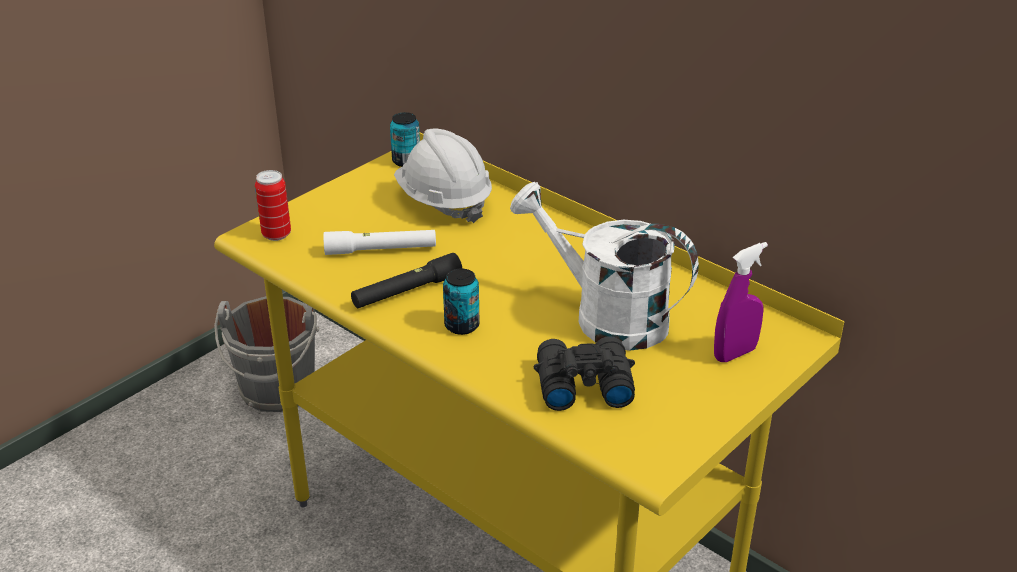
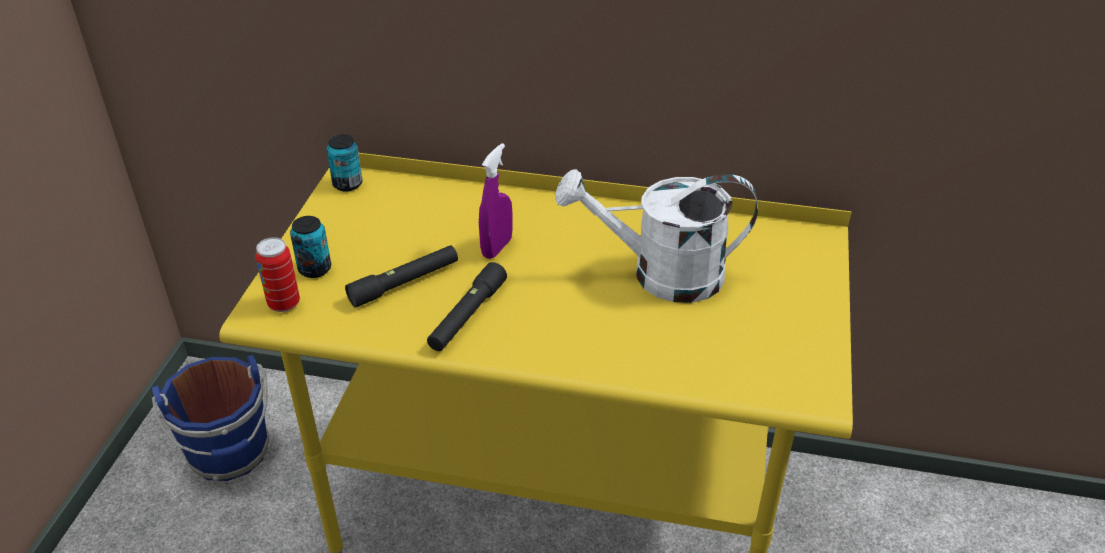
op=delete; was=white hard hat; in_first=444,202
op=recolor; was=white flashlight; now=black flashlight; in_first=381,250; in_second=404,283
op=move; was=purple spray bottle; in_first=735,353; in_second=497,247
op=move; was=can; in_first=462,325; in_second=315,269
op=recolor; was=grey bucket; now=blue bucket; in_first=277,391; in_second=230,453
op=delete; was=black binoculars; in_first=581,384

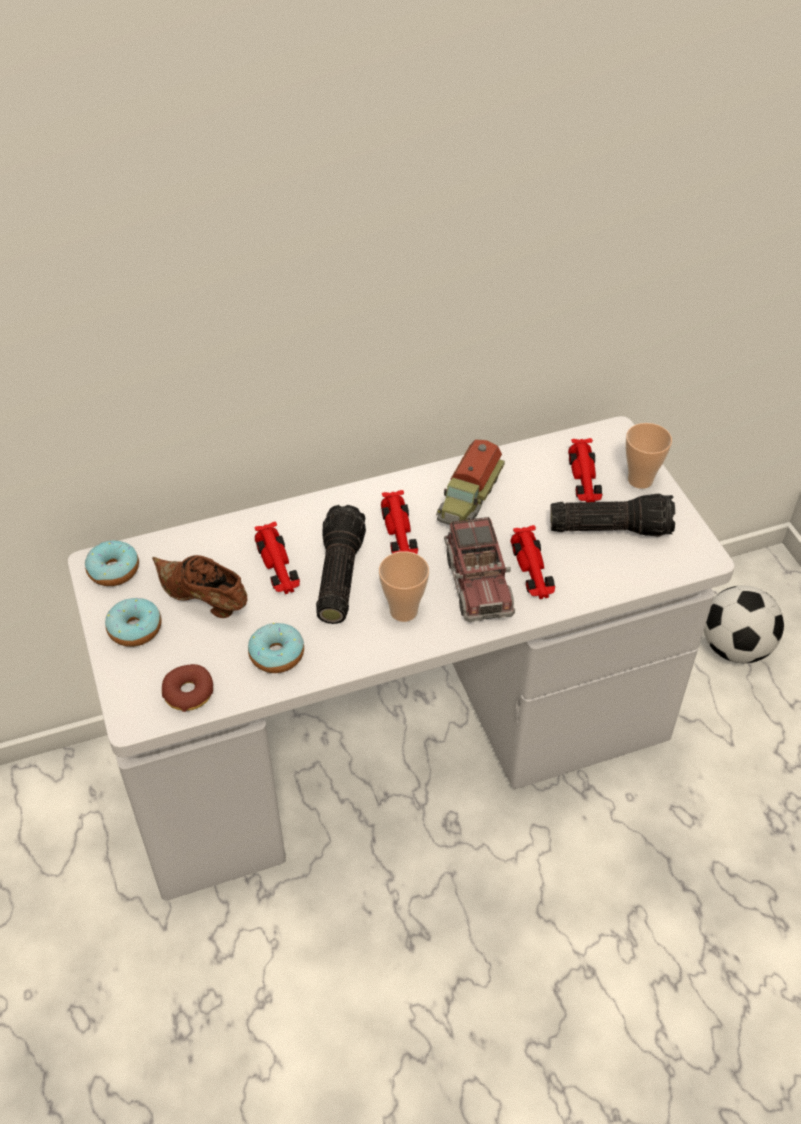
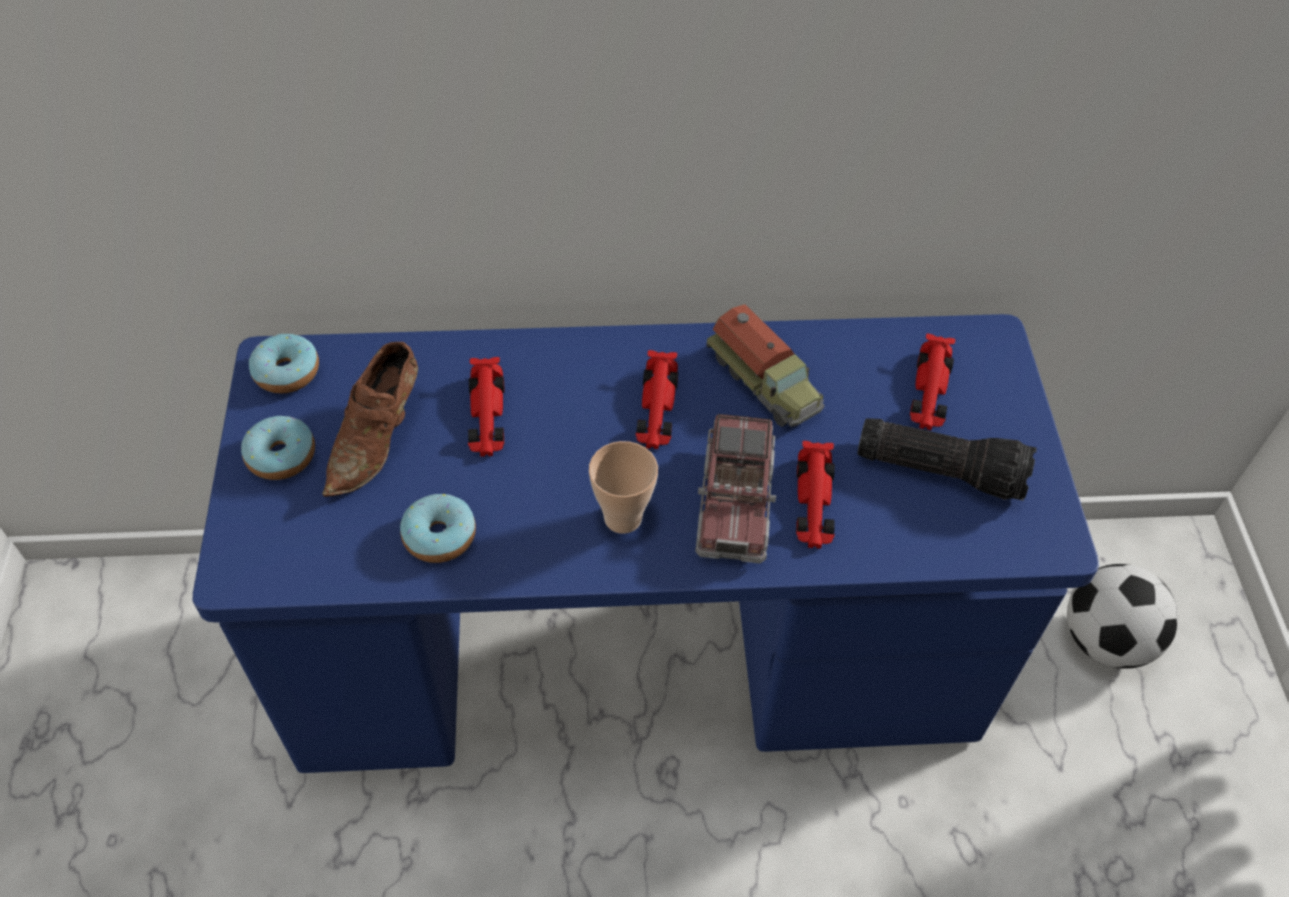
op=recolor; was=white desk; now=blue desk; in_first=399,747; in_second=637,656
op=delete; was=cup; in_first=640,480
op=rotate; was=toy truck; in_first=468,498; in_second=764,382; clockwise=-75
op=delete; was=flashlight; in_first=337,575
op=rotate; was=brown shoe; in_first=203,600; in_second=378,439; clockwise=-120
op=delete; was=donut; in_first=188,693

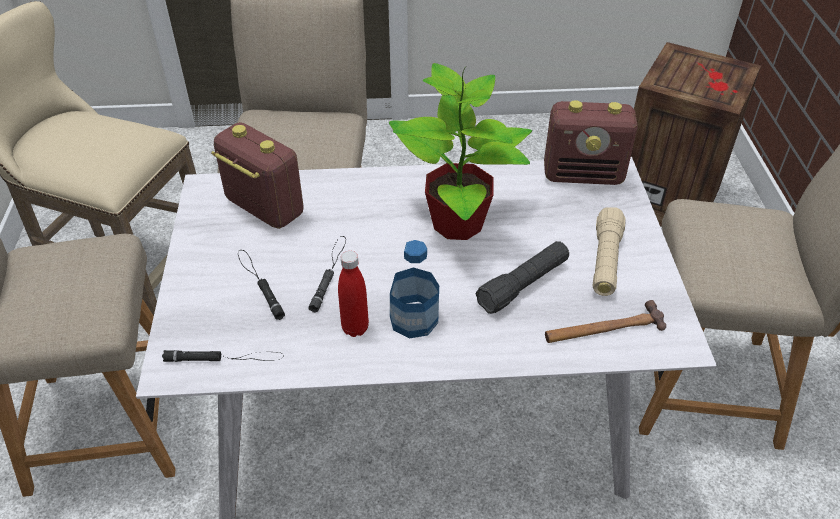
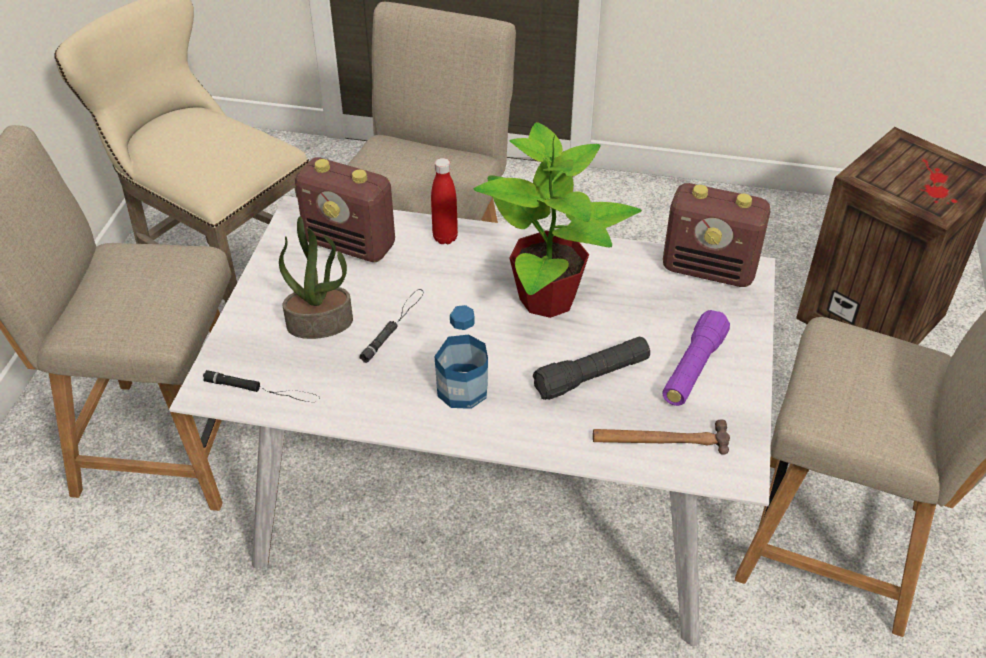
op=rotate; was=radio; in_first=264,207; in_second=351,244; clockwise=150
op=recolor; was=beige flashlight; now=purple flashlight; in_first=605,261; in_second=693,369
op=replace; was=black flashlight; now=potted plant; in_first=259,283; in_second=320,322
op=move; was=red bottle; in_first=355,328; in_second=445,238

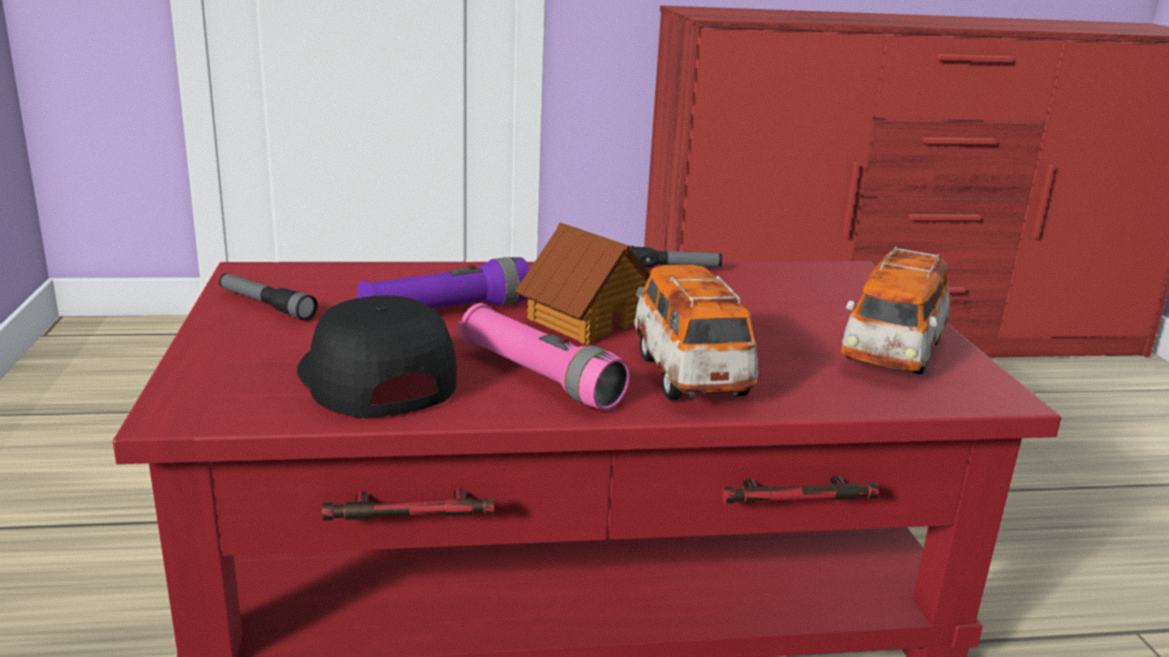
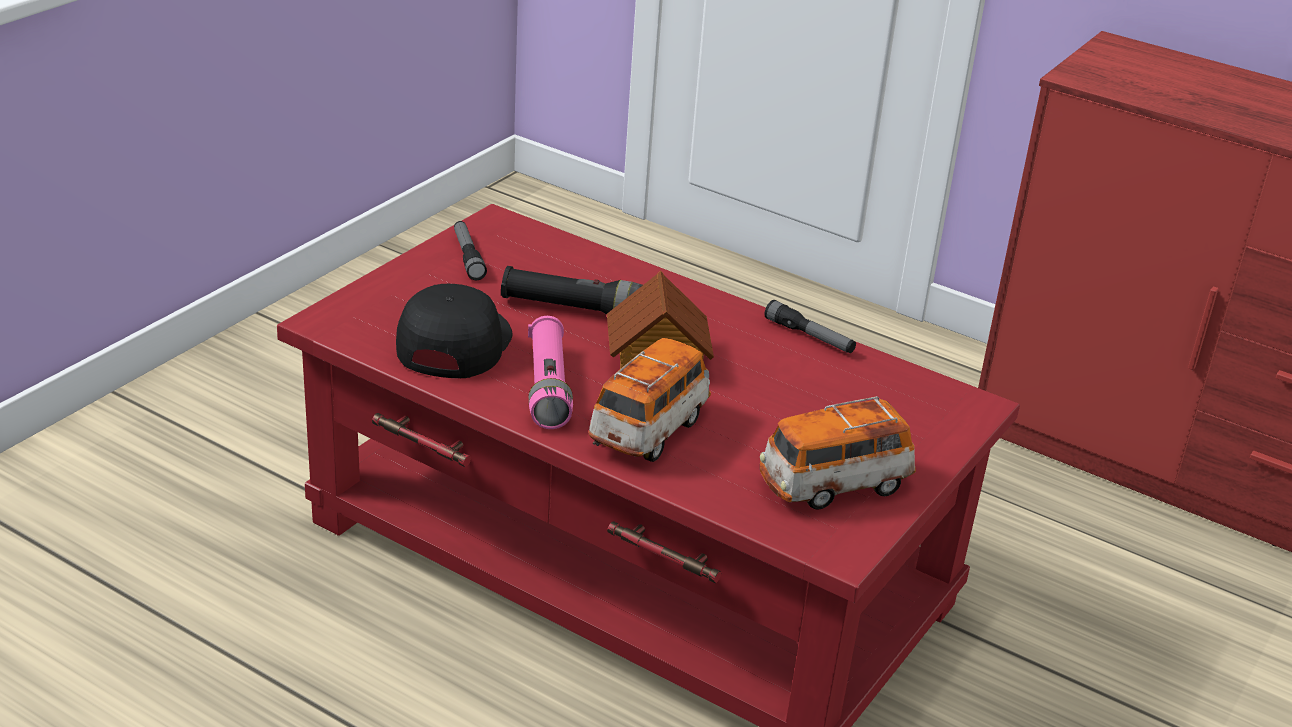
op=recolor; was=purple flashlight; now=black flashlight; in_first=446,311; in_second=572,309

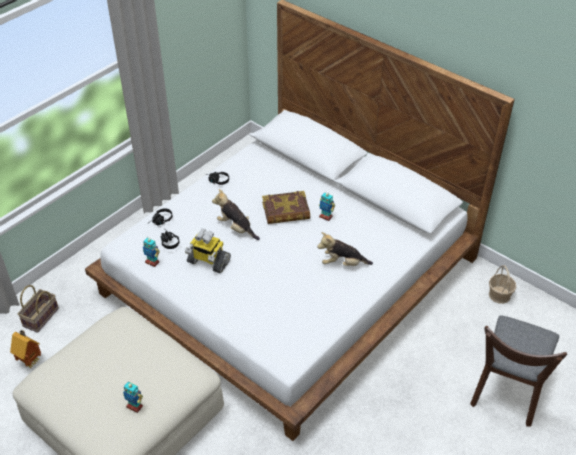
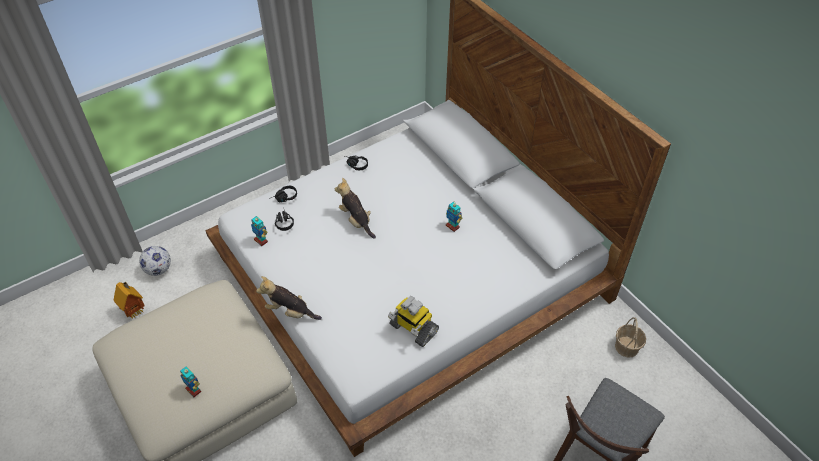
op=delete; was=book; in_first=286,211
op=move; was=toy robot; in_first=208,262; in_second=413,329
op=move; was=plush toy; in_first=342,263; in_second=290,311
op=replace; was=basket; now=football; in_first=41,318; in_second=158,270

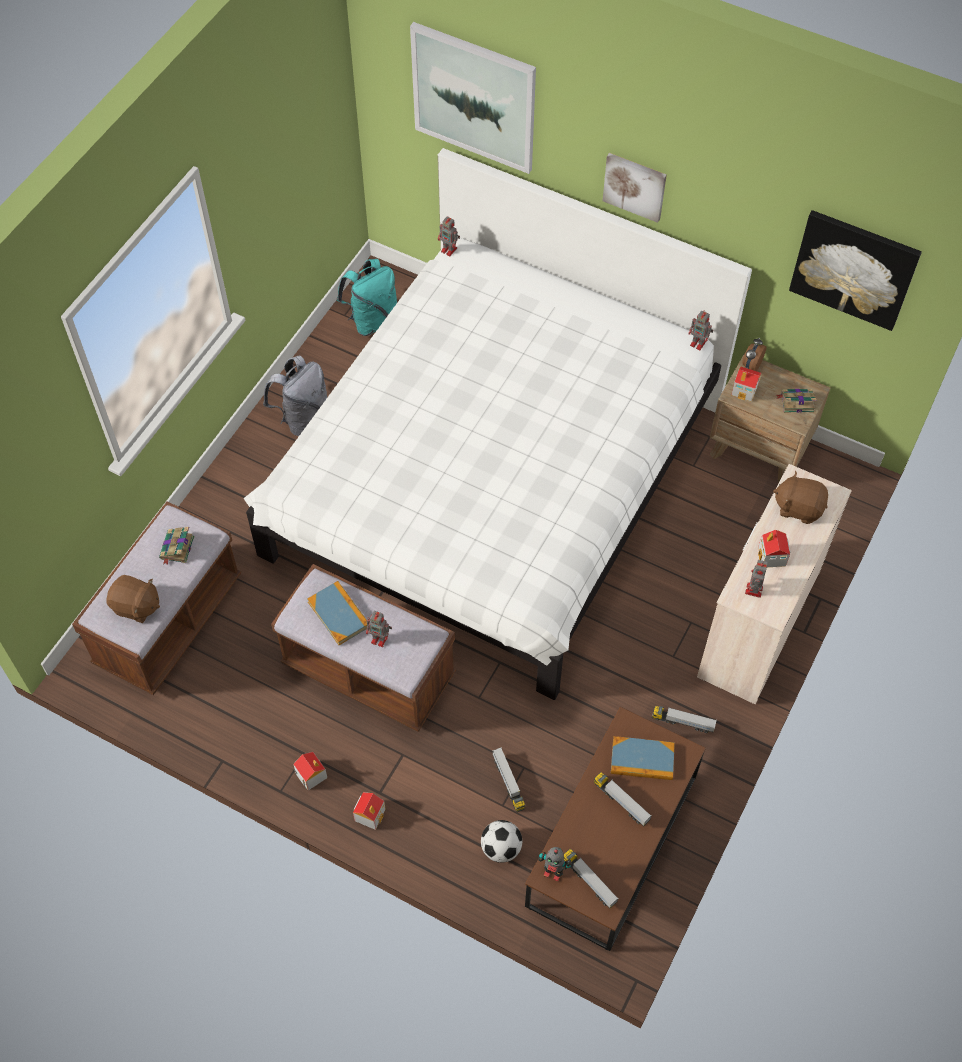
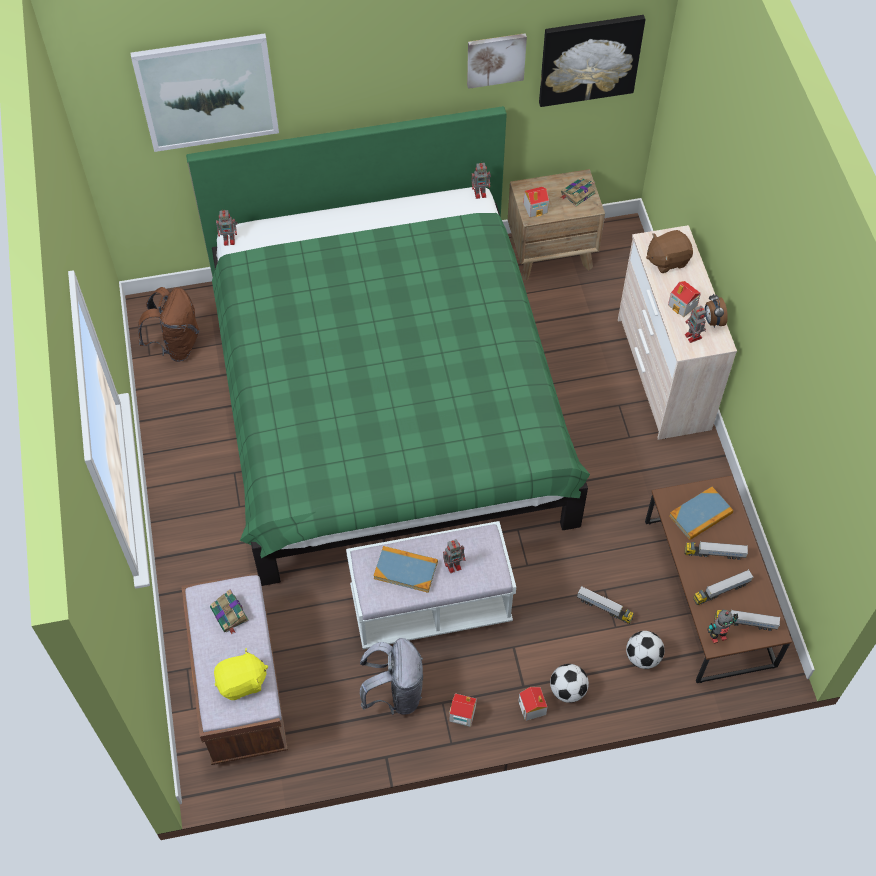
op=recolor; was=white bed; now=green bed; in_first=493,480; in_second=386,402
op=move; was=picture; in_first=635,186; in_second=495,59
op=recolor; was=turquoise backpack; now=brown backpack; in_first=372,320; in_second=176,344
op=move; was=alarm clock; in_first=751,365; in_second=712,321
op=move; was=grey backpack; in_first=303,418; in_second=395,692
op=recolor; was=brown bench; now=white bench; in_first=369,671; in_second=430,606
op=recolor; was=brown plush toy; now=yellow plush toy; in_first=136,606; in_second=242,682
op=move; was=toy truck; in_first=683,722; in_second=721,591
op=insert; now=football; in_second=567,690

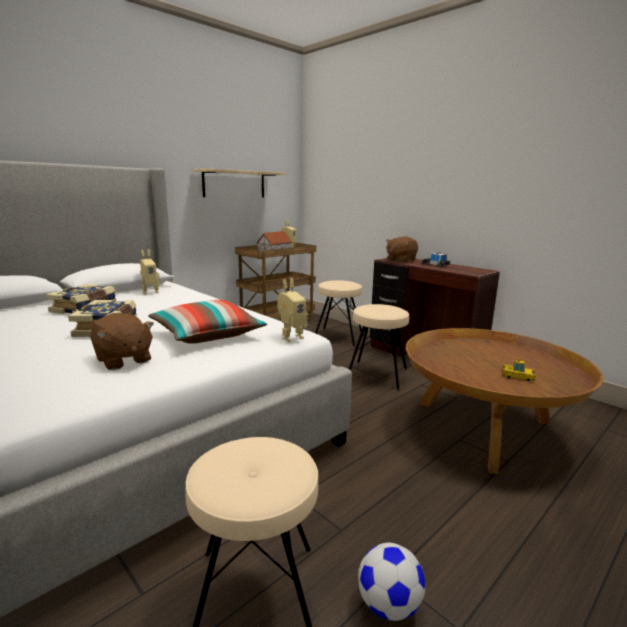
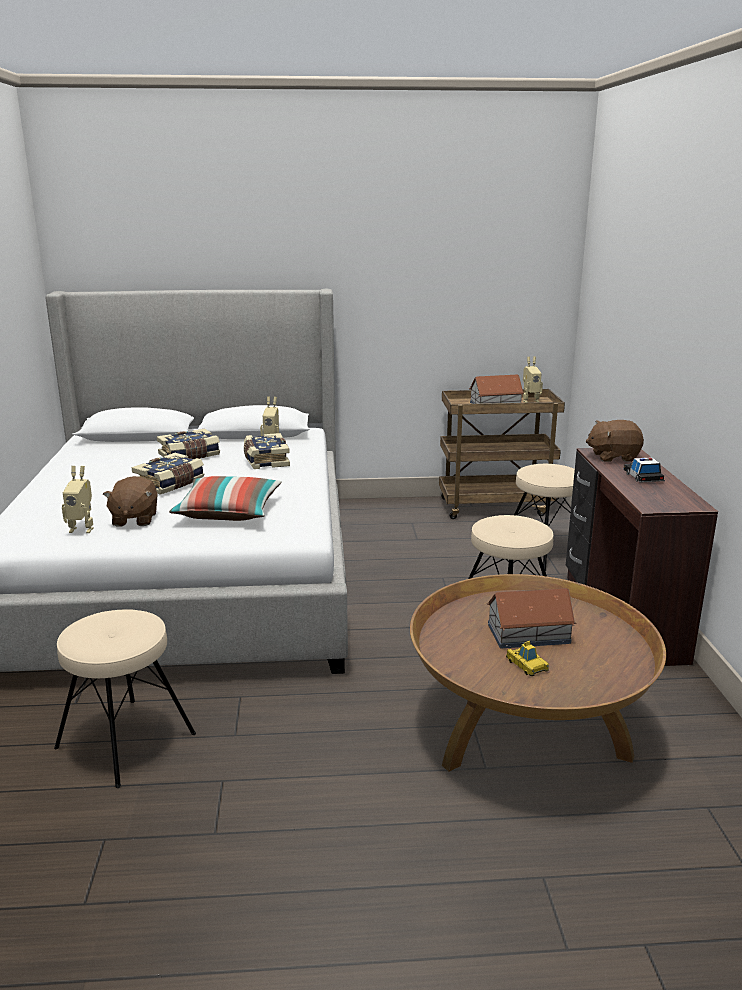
op=delete; was=beige shelf; in_first=234,184
op=move; was=toy robot; in_first=290,337; in_second=82,528
op=delete; was=football; in_first=389,605
op=insert; now=book; in_second=265,461
op=insert; now=toy house; in_second=527,633

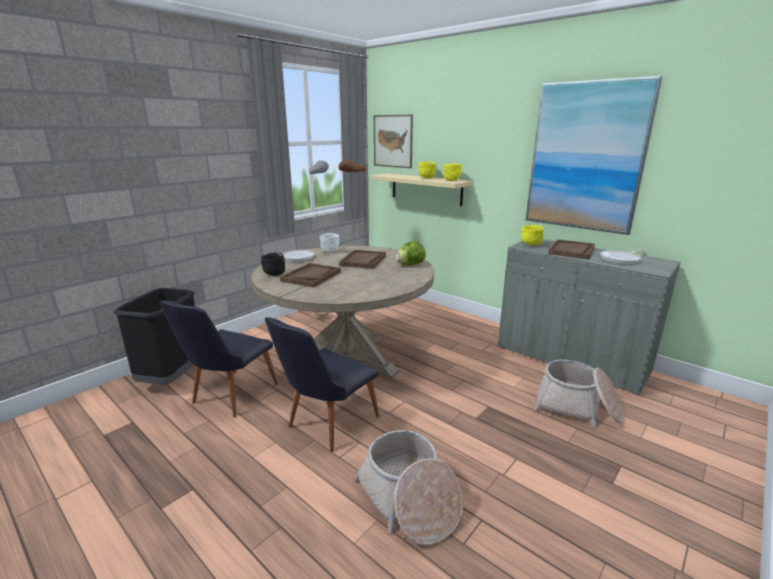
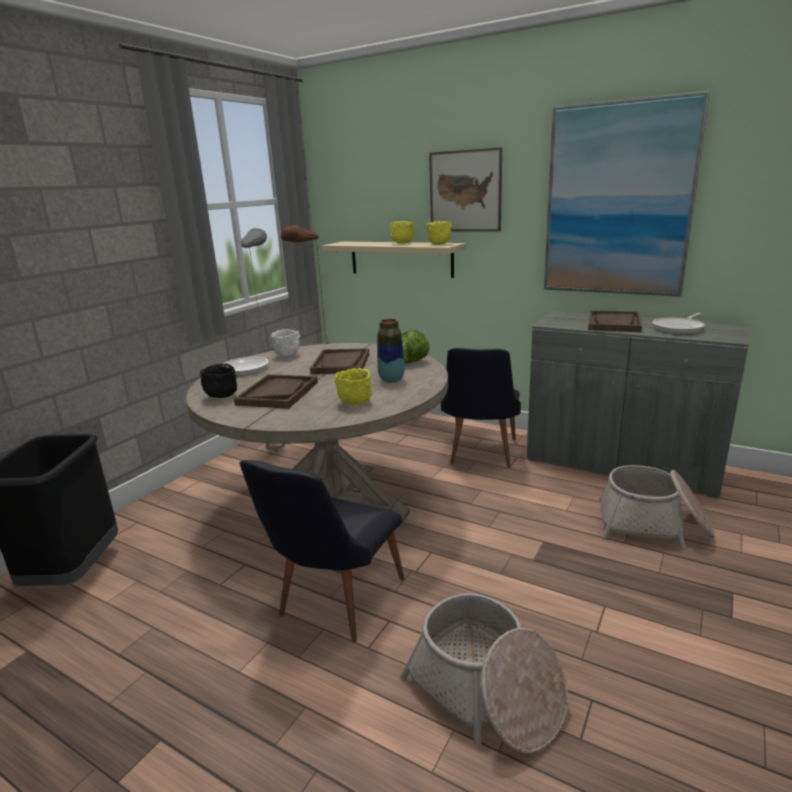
op=move; was=picture; in_first=392,141; in_second=465,191
op=move; was=yellow bowl; in_first=531,244; in_second=355,403
op=move; was=black chair; in_first=228,397; in_second=480,454
op=insert; now=vase; in_second=391,380

